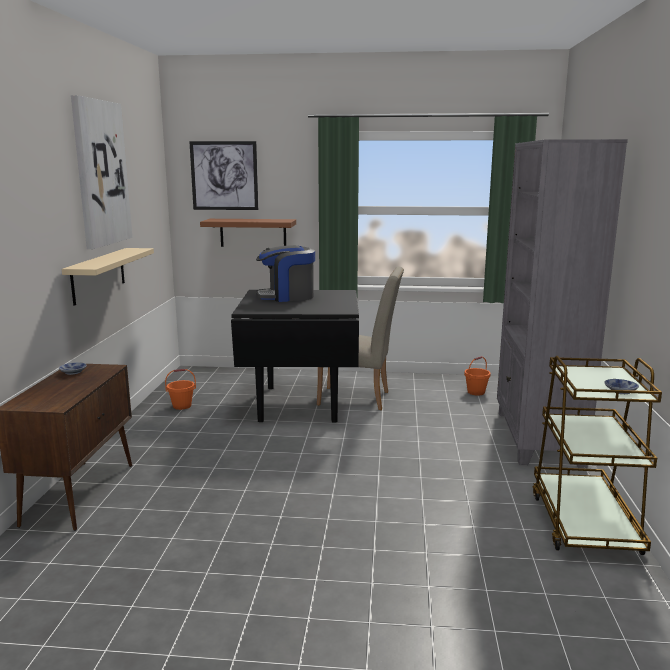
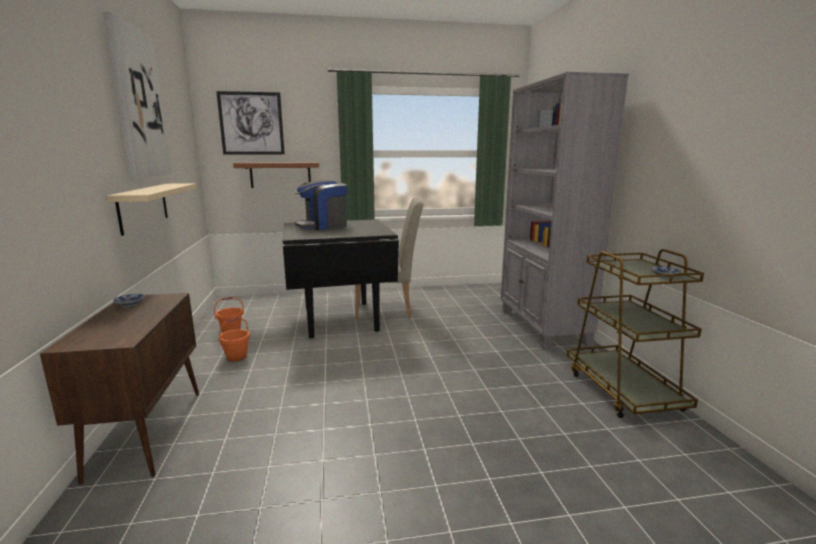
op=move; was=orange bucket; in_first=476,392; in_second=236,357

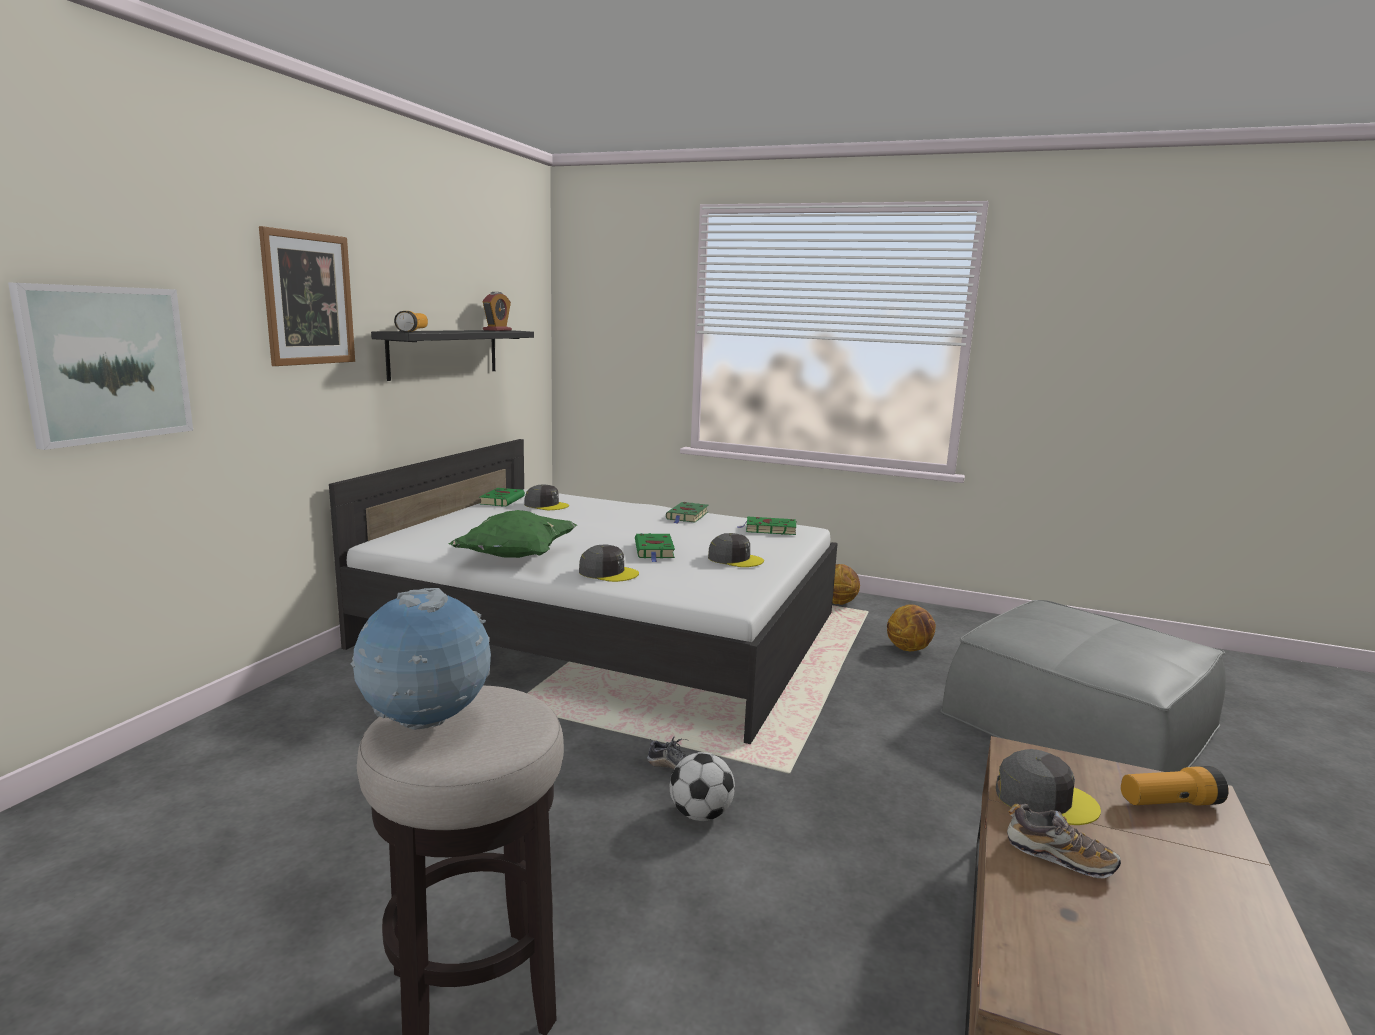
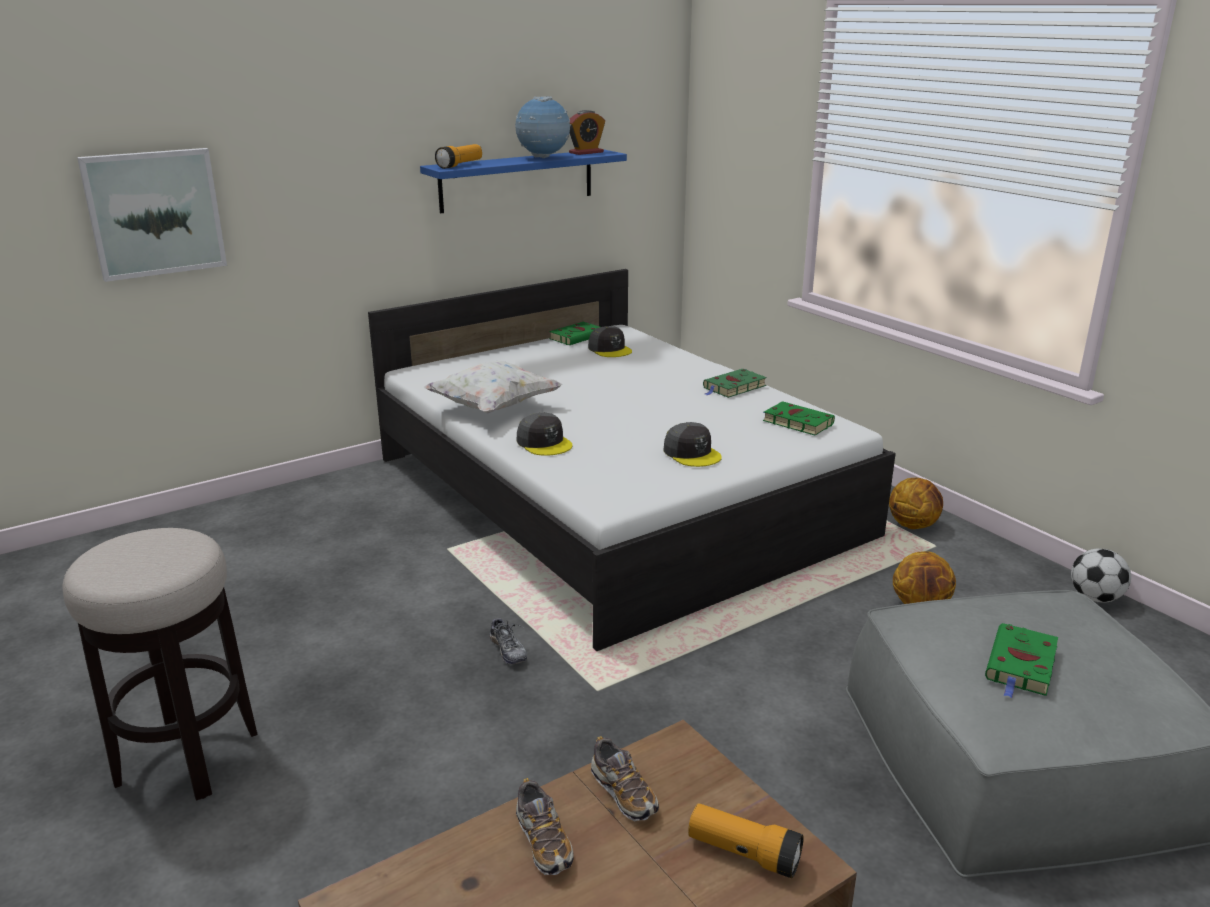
op=delete; was=picture; in_first=308,299
op=recolor; was=black shelf; now=blue shelf; in_first=444,353; in_second=517,180
op=recolor; was=green pillow; now=white pillow; in_first=516,556; in_second=493,407
op=move; was=green book; in_first=654,550; in_second=1021,666
op=move; was=globe; in_first=426,723; in_second=543,158
op=replace; was=grey cap; now=shoe; in_first=1044,798; in_second=623,793
op=move; was=football; in_first=700,814; in_second=1095,598

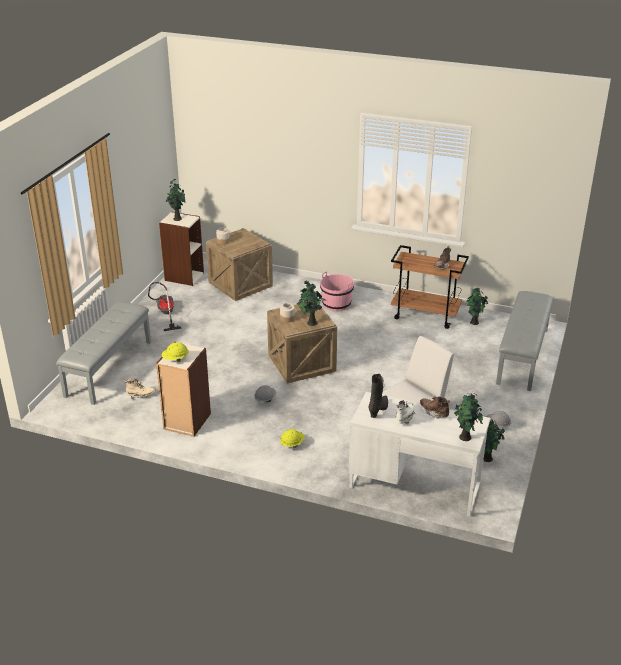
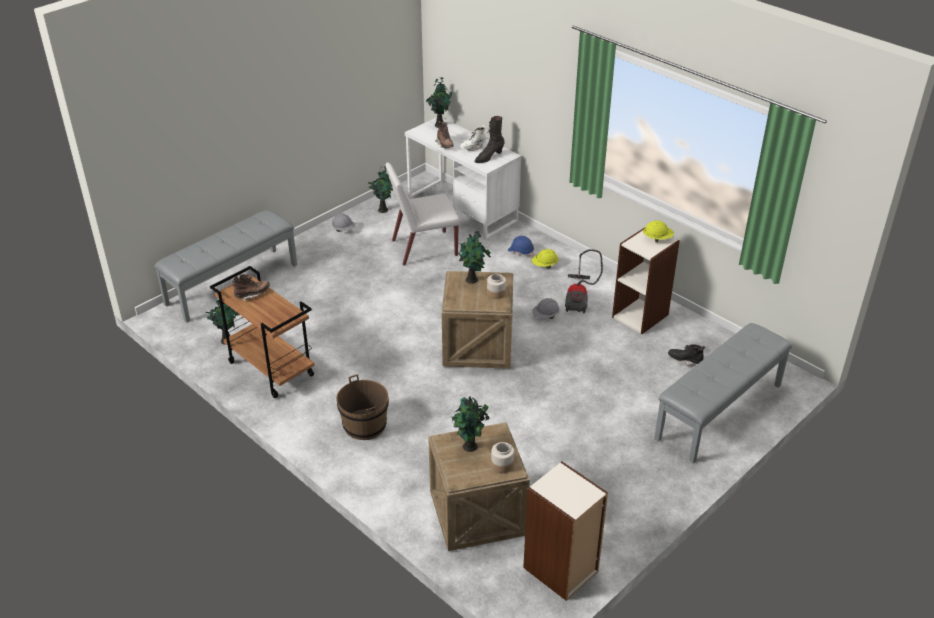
op=move; was=potted plant; in_first=177,218; in_second=470,447
op=recolor; was=pink bucket; now=brown bucket; in_first=336,304; in_second=364,425
op=move; was=vacuum cleaner; in_first=165,314; in_second=579,298
op=recolor; was=beige boot; now=black boot; in_first=141,395; in_second=685,361
op=insert; now=blue hard hat; in_second=520,252

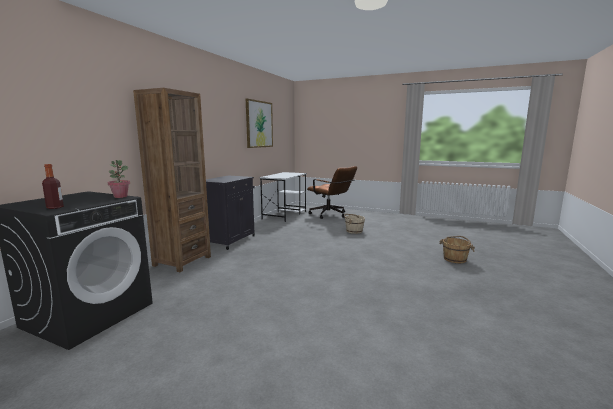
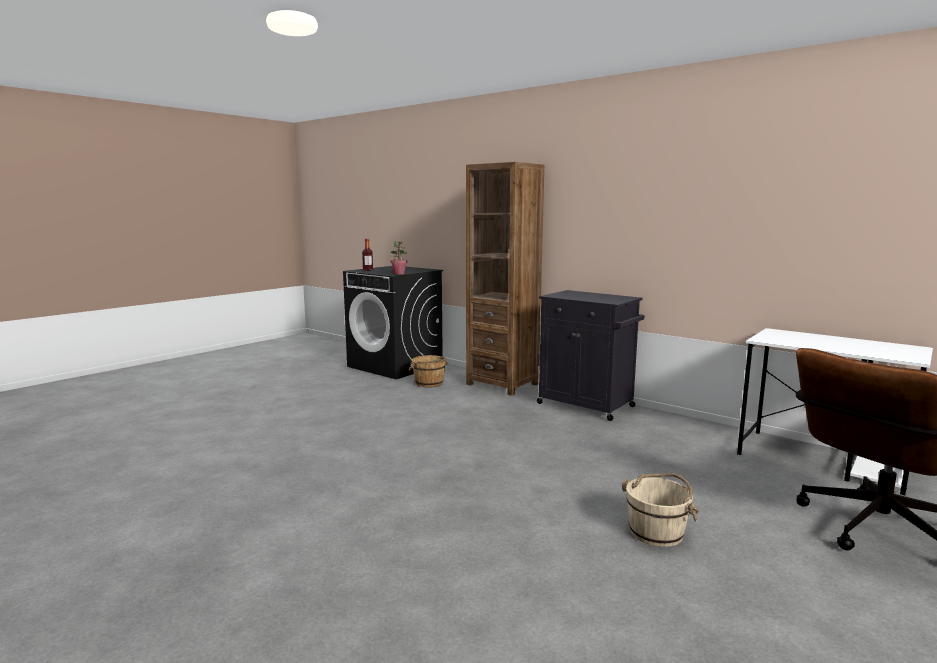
op=delete; was=picture; in_first=259,124
op=move; was=brown bucket; in_first=455,259; in_second=429,383

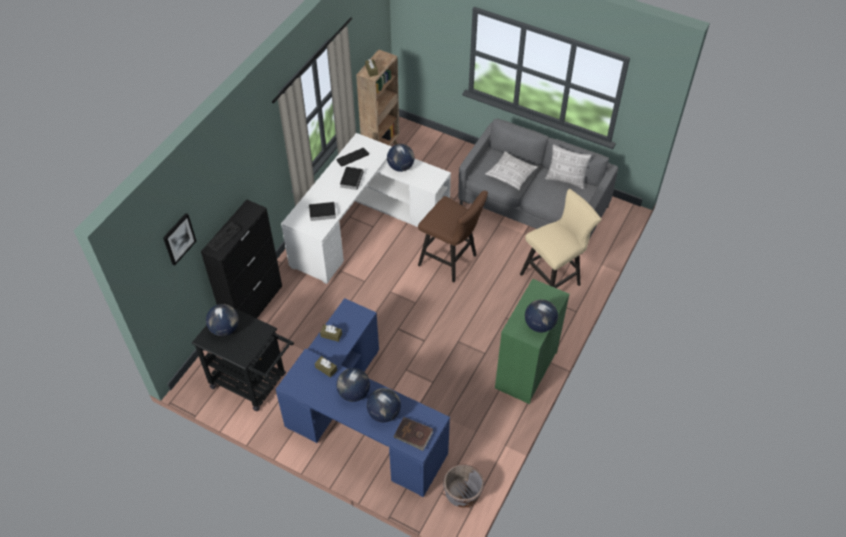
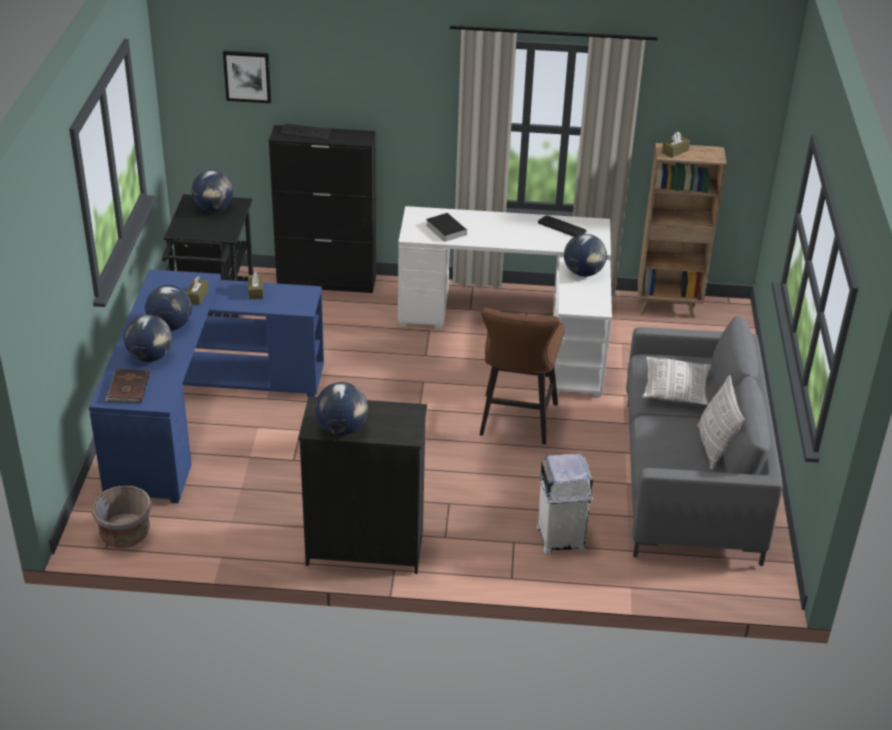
op=delete; was=book; in_first=351,179
op=replace; was=beige stool; now=white trash can; in_first=554,278; in_second=560,537
op=recolor; was=green dresser; now=black dresser; in_first=525,370; in_second=365,547

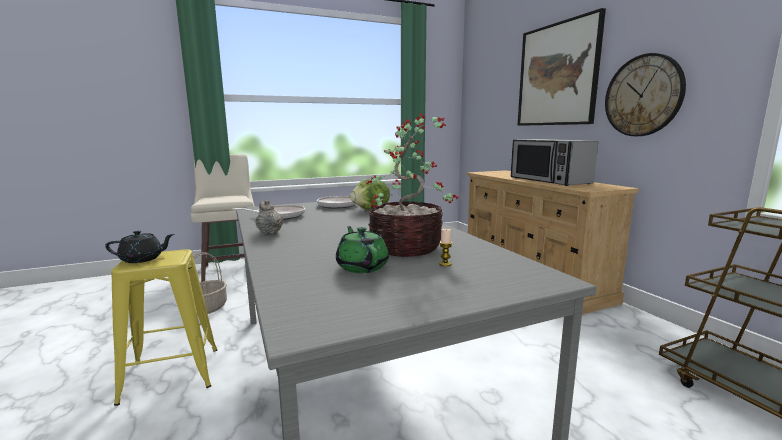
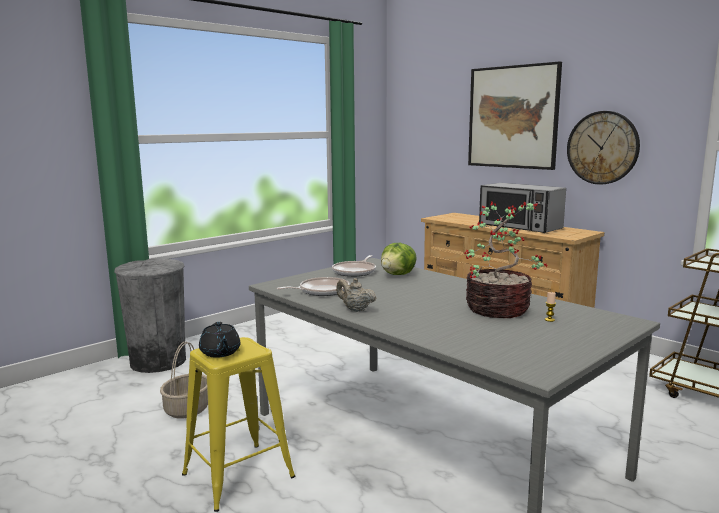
op=replace; was=beige stool; now=grey trash can; in_first=231,269; in_second=158,361
op=delete; was=green teapot; in_first=362,266
op=rotate; was=black teapot; in_first=142,259; in_second=220,353; clockwise=105

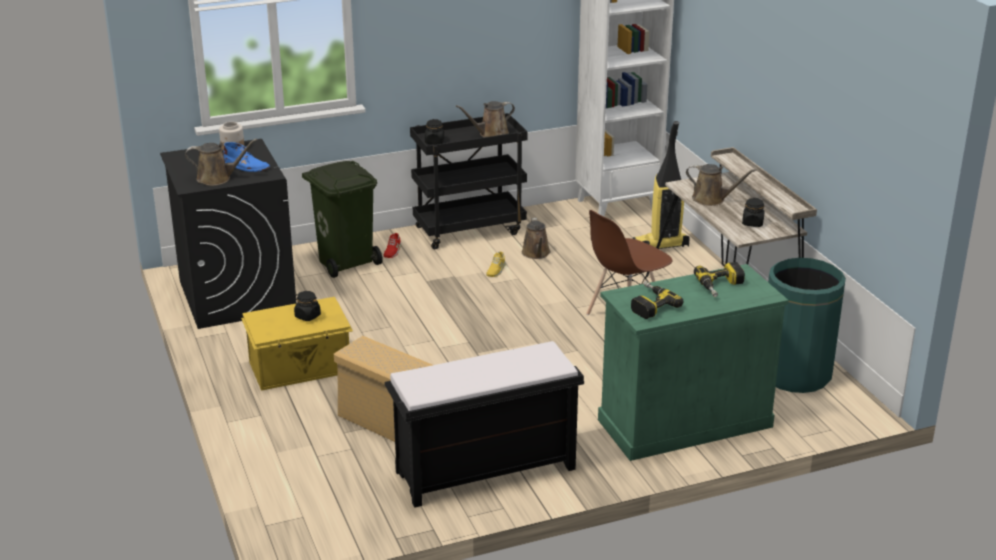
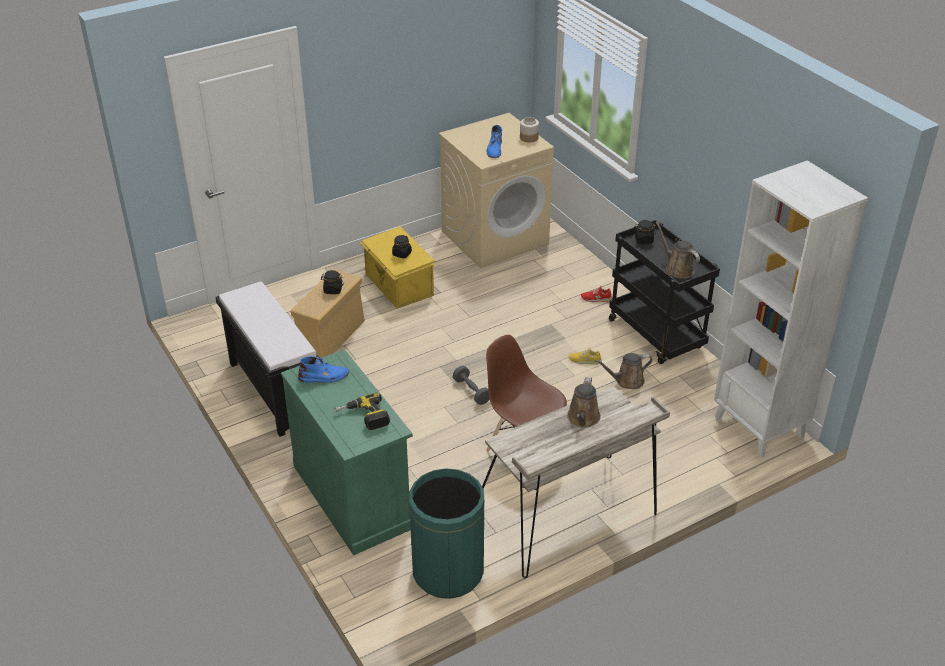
op=delete; was=vacuum cleaner; in_first=660,245
op=recolor; was=black washing machine; now=beige washing machine; in_first=236,295; in_second=495,237
op=delete; was=brown watering can; in_first=217,178
op=delete; was=green trash can; in_first=346,262
op=move; was=black jar; in_first=752,223; in_second=332,290
op=replace; was=power drill; now=blue boot; in_first=649,305; in_second=324,376
op=insert; now=grey dumbbell; in_second=471,391

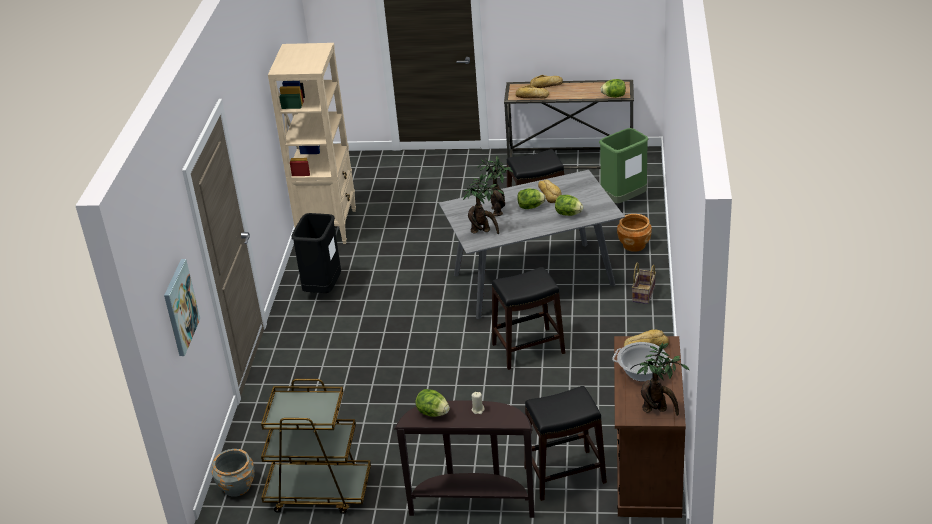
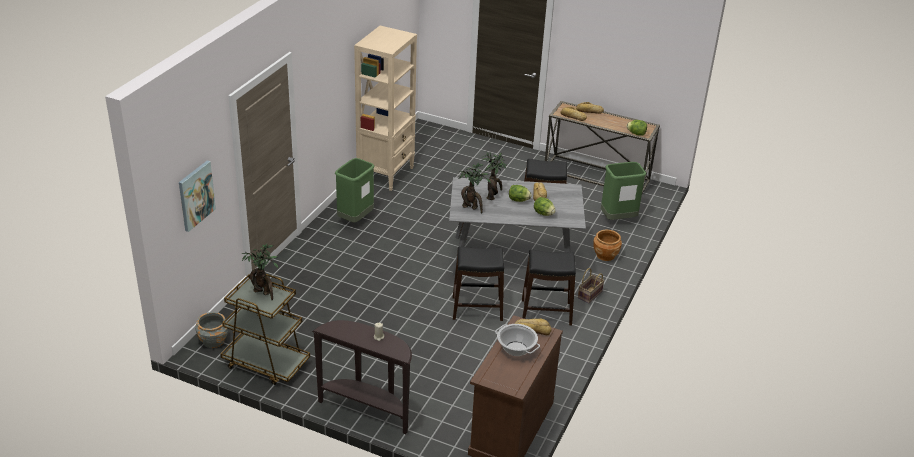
op=recolor; was=black trash can; now=green trash can; in_first=323,289; in_second=355,219
op=move; was=potted plant; in_first=658,410; in_second=263,293
op=move; was=black stool; in_first=565,475; in_second=546,312
op=delete; was=lettuce; in_first=433,413

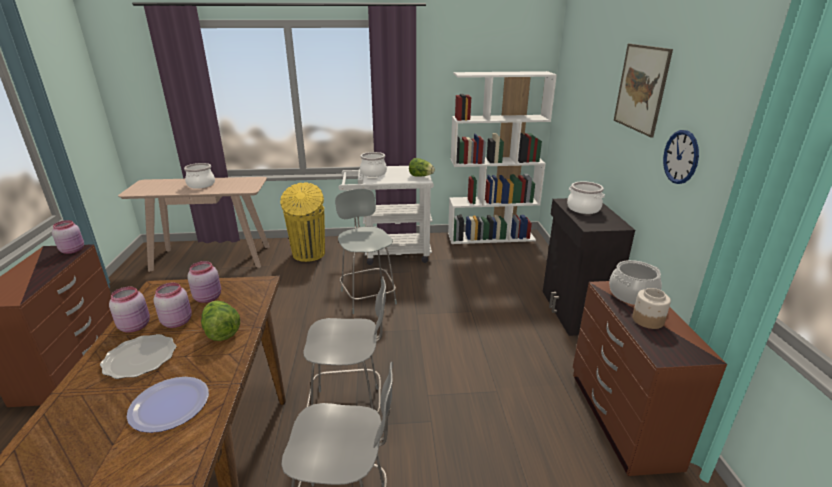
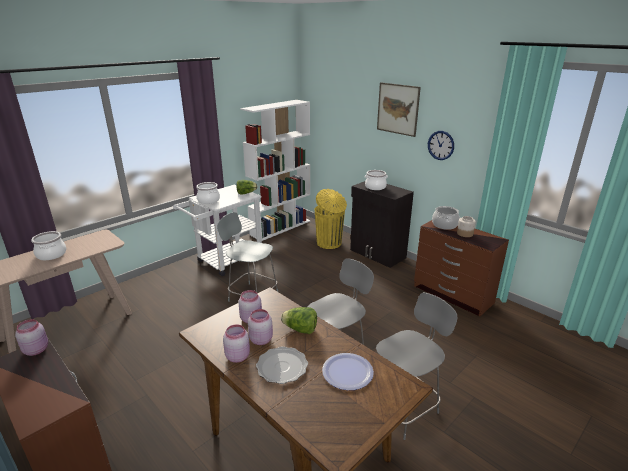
op=move; was=yellow trash can; in_first=308,254; in_second=329,243

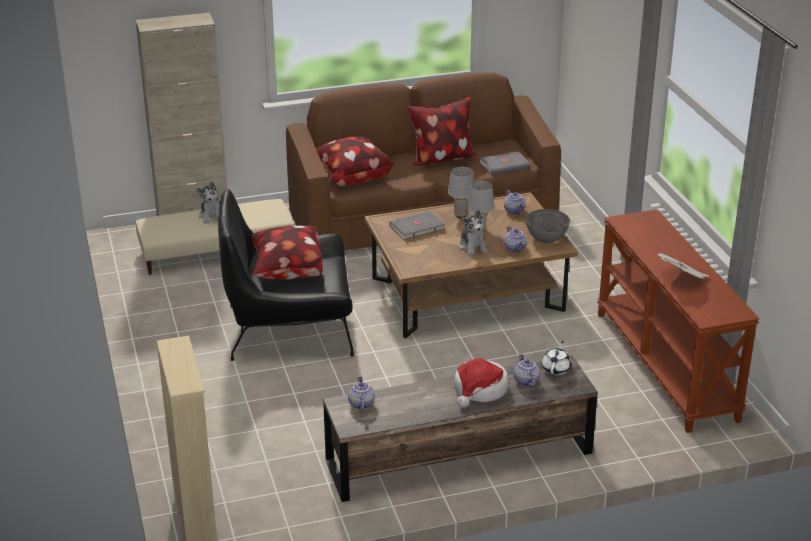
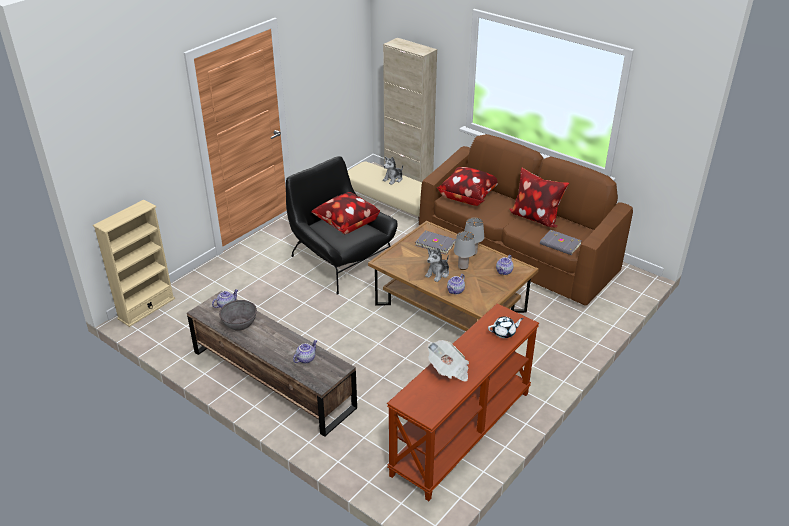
op=move; was=grey bowl; in_first=546,237; in_second=239,324
op=move; was=white teapot; in_first=556,369; in_second=504,333
op=delete; was=hat; in_first=479,390

